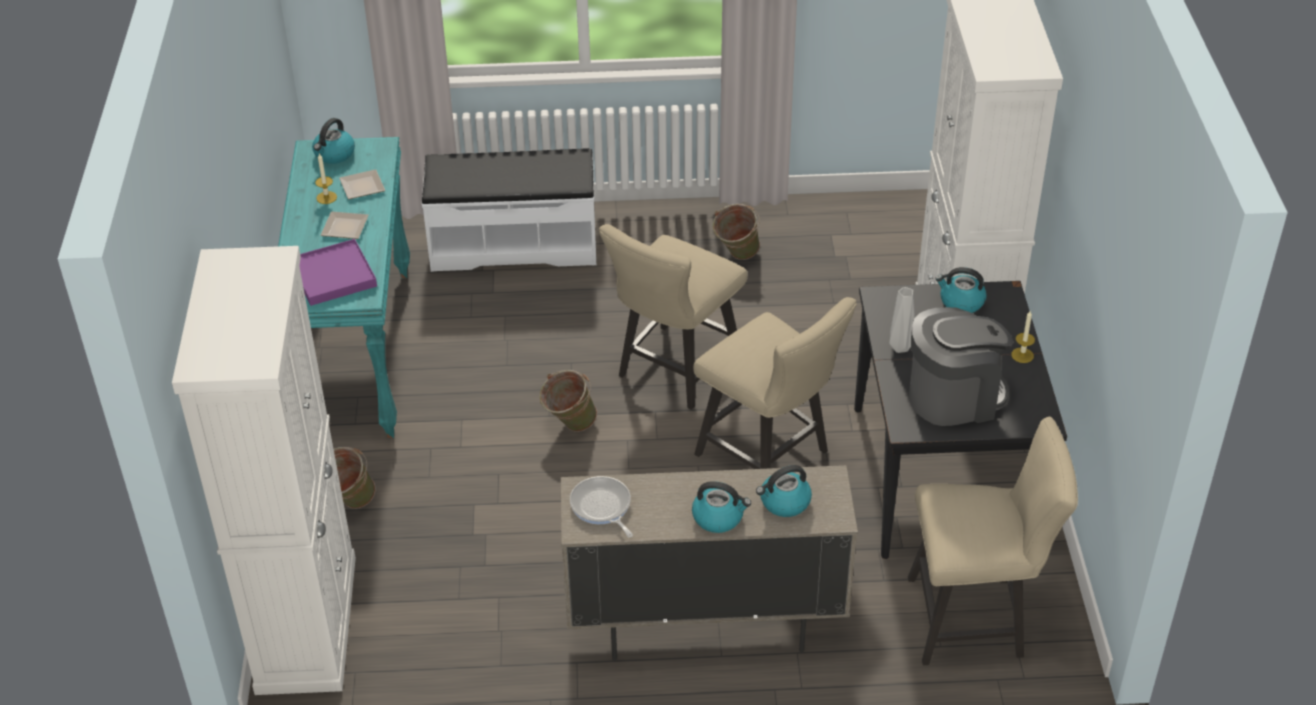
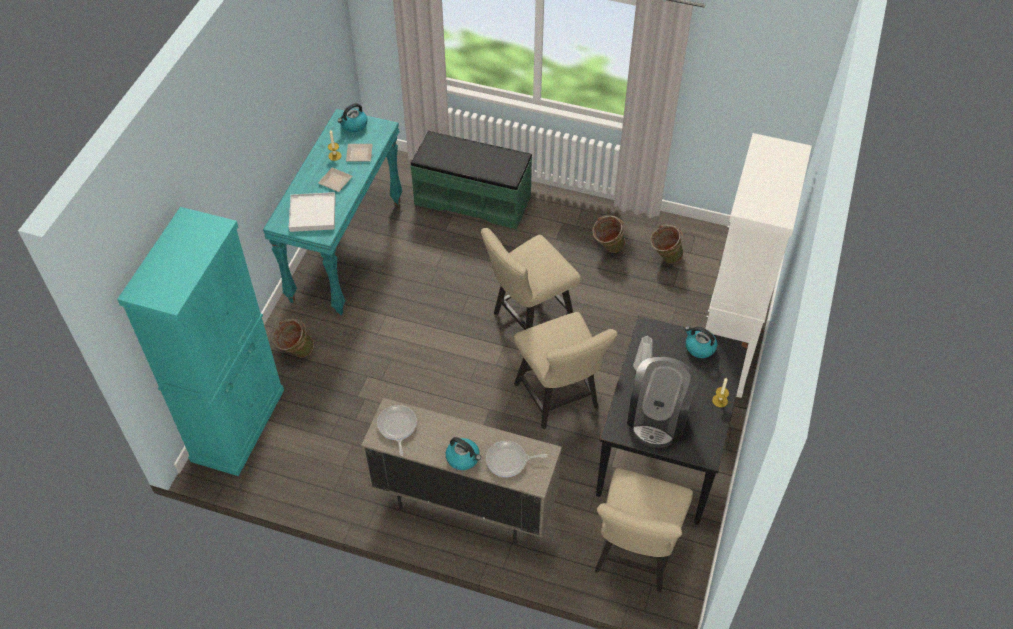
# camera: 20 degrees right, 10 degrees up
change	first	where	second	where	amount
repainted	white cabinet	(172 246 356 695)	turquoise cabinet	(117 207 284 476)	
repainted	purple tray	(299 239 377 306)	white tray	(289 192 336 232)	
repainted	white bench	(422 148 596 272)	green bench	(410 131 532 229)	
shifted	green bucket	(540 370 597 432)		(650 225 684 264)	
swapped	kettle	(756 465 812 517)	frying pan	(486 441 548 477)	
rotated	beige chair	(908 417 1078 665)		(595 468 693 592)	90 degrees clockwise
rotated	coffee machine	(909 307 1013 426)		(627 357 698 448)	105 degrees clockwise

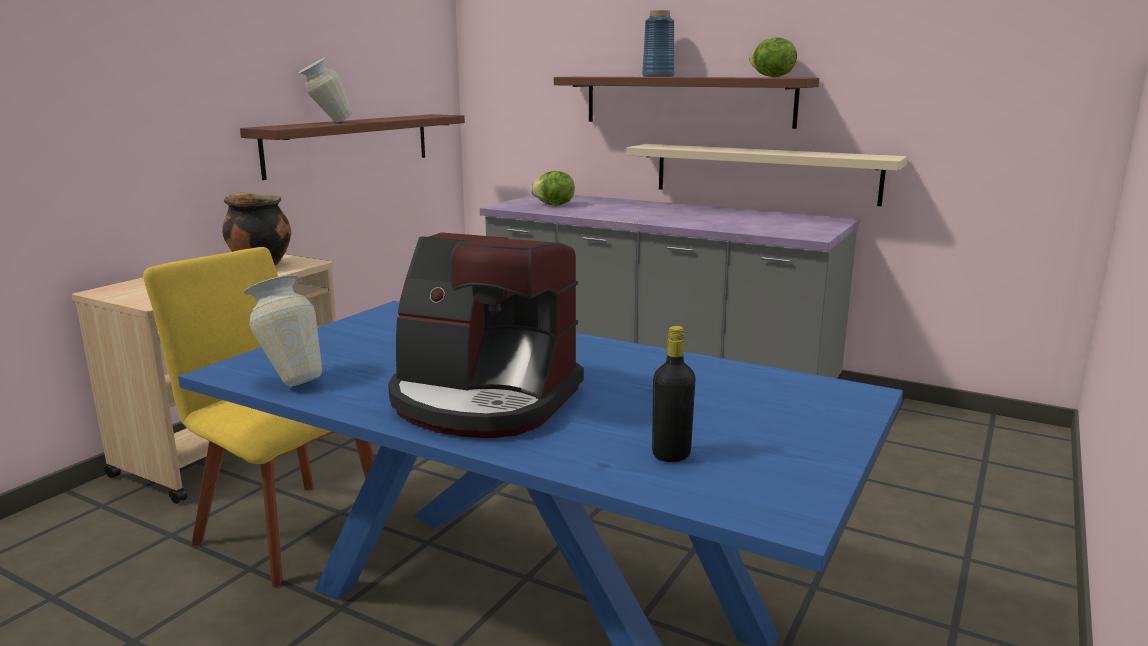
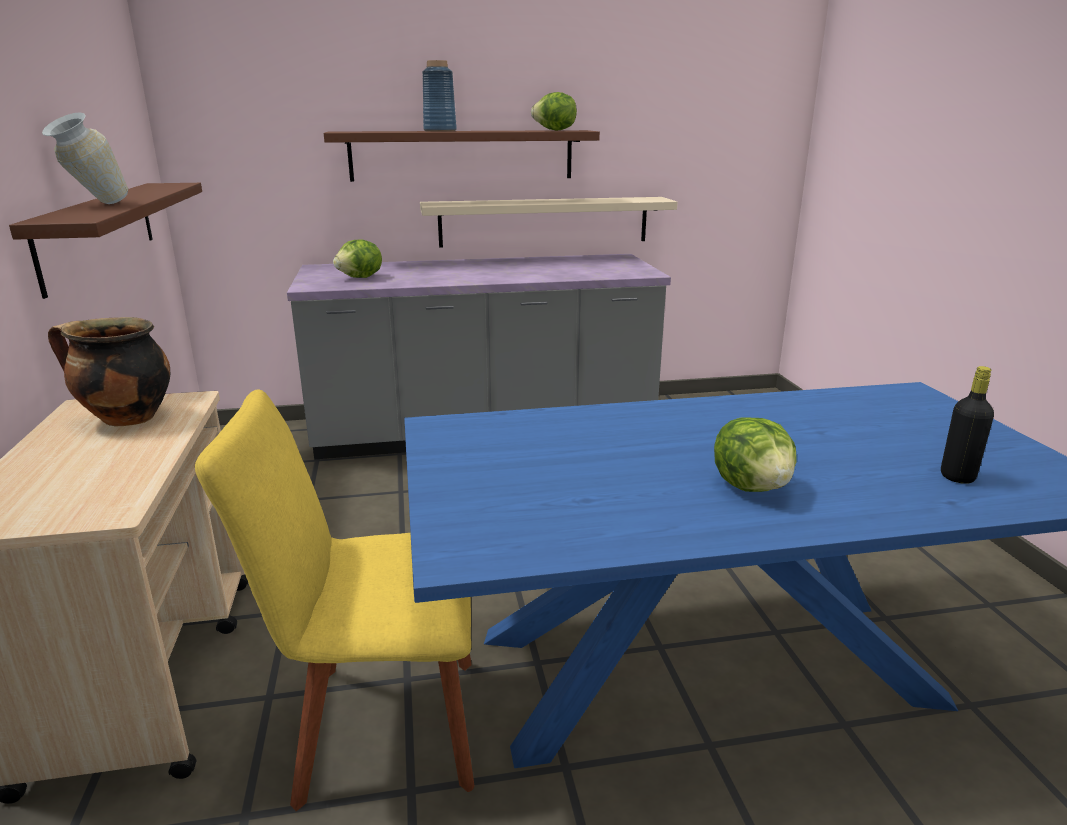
# camera: 40 degrees left, 5 degrees up
change	first	where	second	where	amount
gone	vase	(244 275 322 387)			
swapped	coffee machine	(388 233 584 438)	lettuce	(714 417 797 492)	

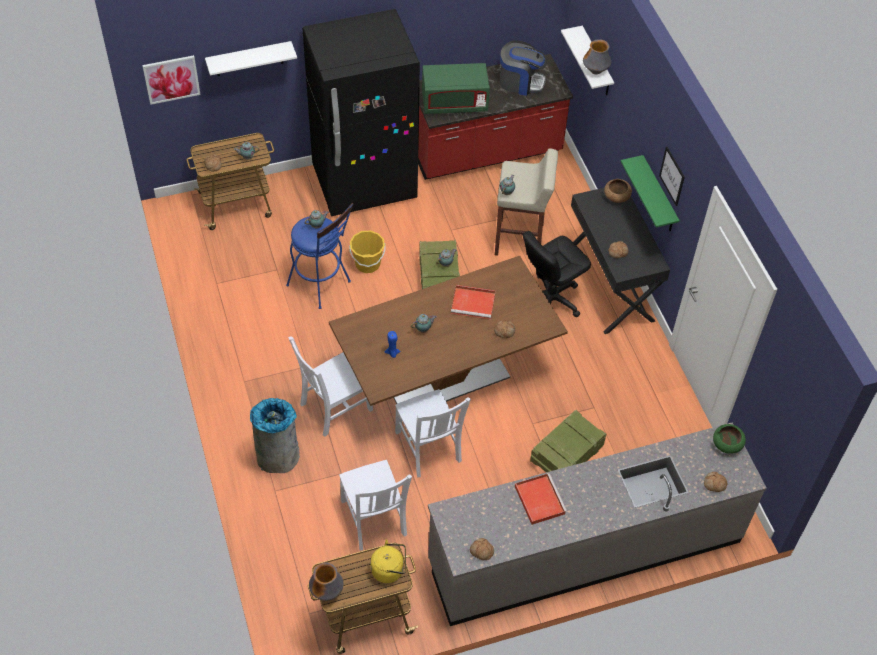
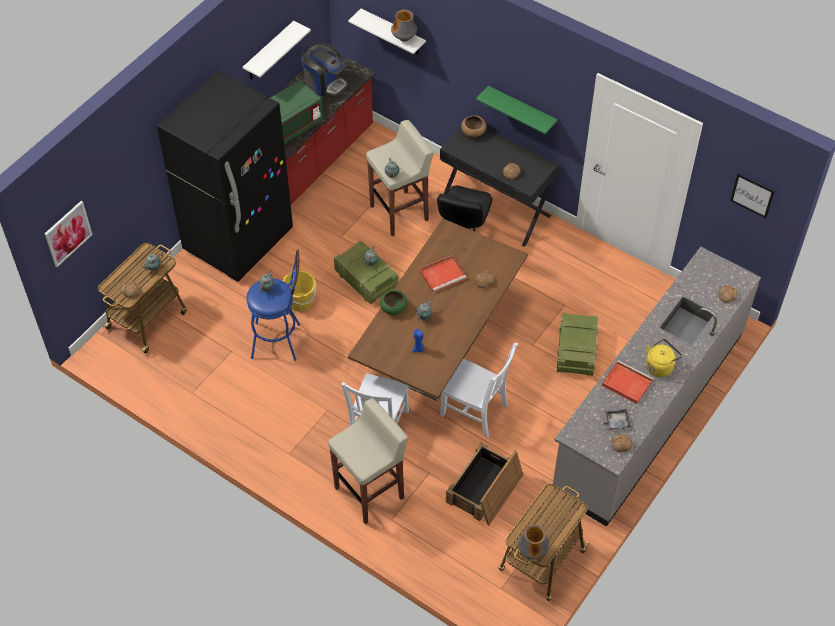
# camera: 35 degrees left, 0 degrees up
change	first	where	second	where	amount
shifted	white shelf	(205 41 297 76)		(243 21 311 80)	
swapped	grey trash can	(250 398 300 473)	beige stool	(328 398 408 524)	
swapped	white chair	(339 460 412 550)	crate	(446 442 523 526)	
shifted	yellow kettle	(370 540 406 583)		(646 339 682 377)	
rotated	coffee machine	(500 40 547 96)		(301 42 348 96)	60 degrees clockwise
shifted	picture	(659 147 685 206)		(730 174 775 218)	
shifted	green bowl	(713 424 746 454)		(380 290 407 315)	
new			grey tray	(601 409 631 429)	

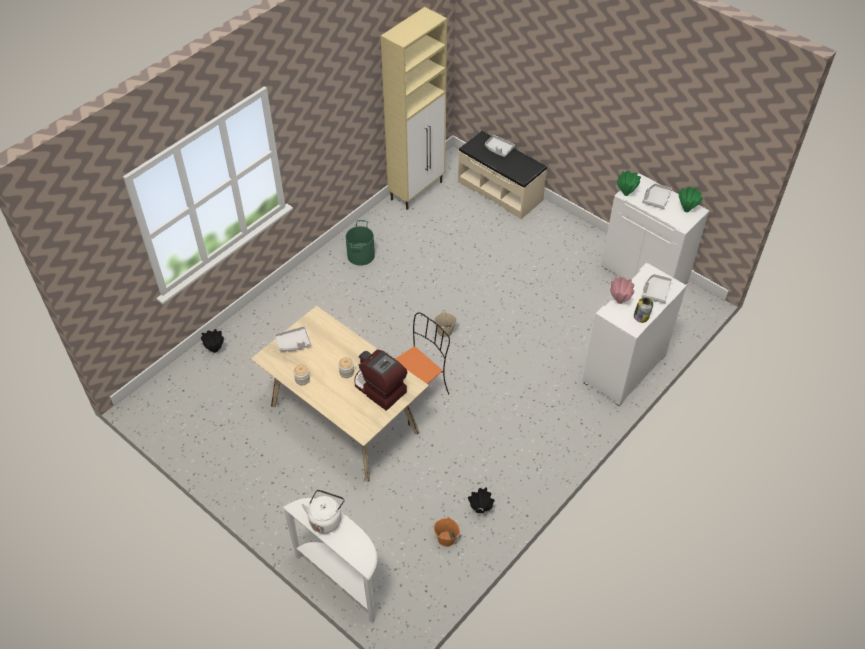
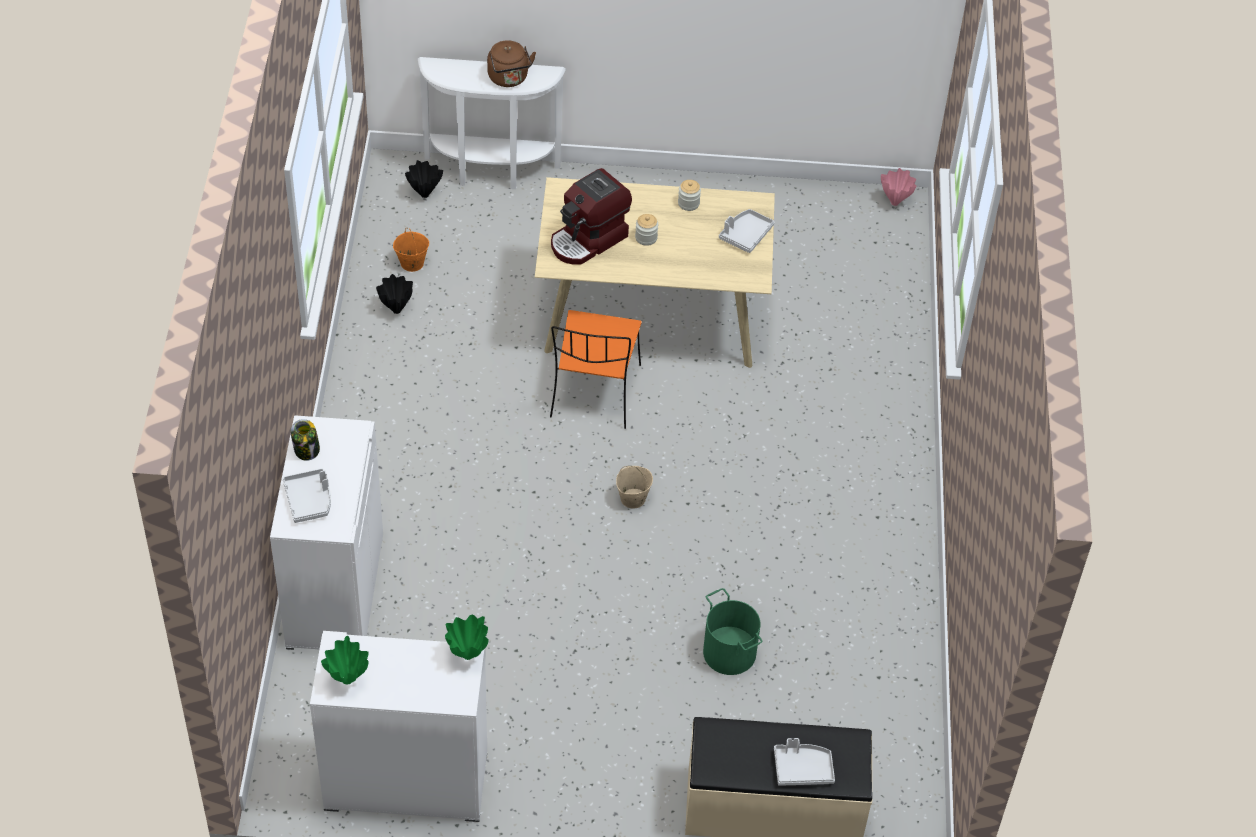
# camera: 140 degrees right, 0 degrees up
change	first	where	second	where	amount
shifted	black vase	(201 329 224 353)		(405 160 443 198)	
repainted	white kettle	(302 490 345 534)	brown kettle	(487 40 536 87)	
shifted	green bucket	(346 220 375 266)		(703 588 763 675)	
rotated	coffee machine	(354 349 407 411)		(551 168 632 265)	135 degrees clockwise
gone	beige cabinet	(381 7 447 210)			
shifted	pink vase	(610 277 634 304)		(881 168 916 206)	
gone	grey tray	(642 183 672 209)			

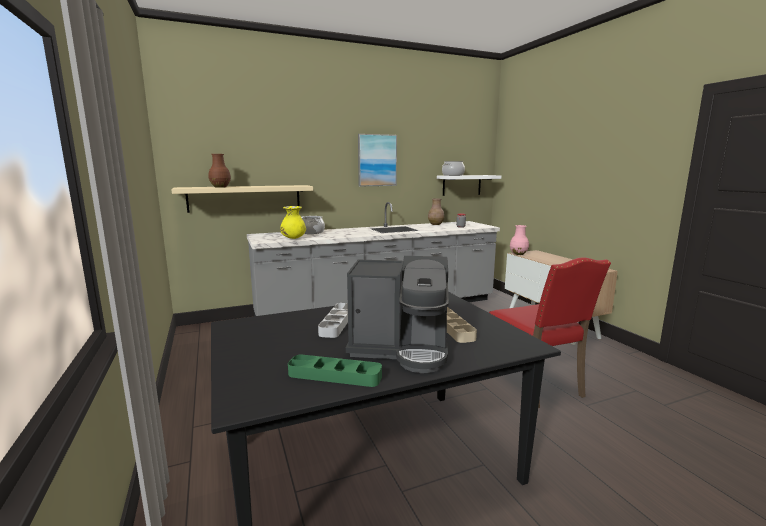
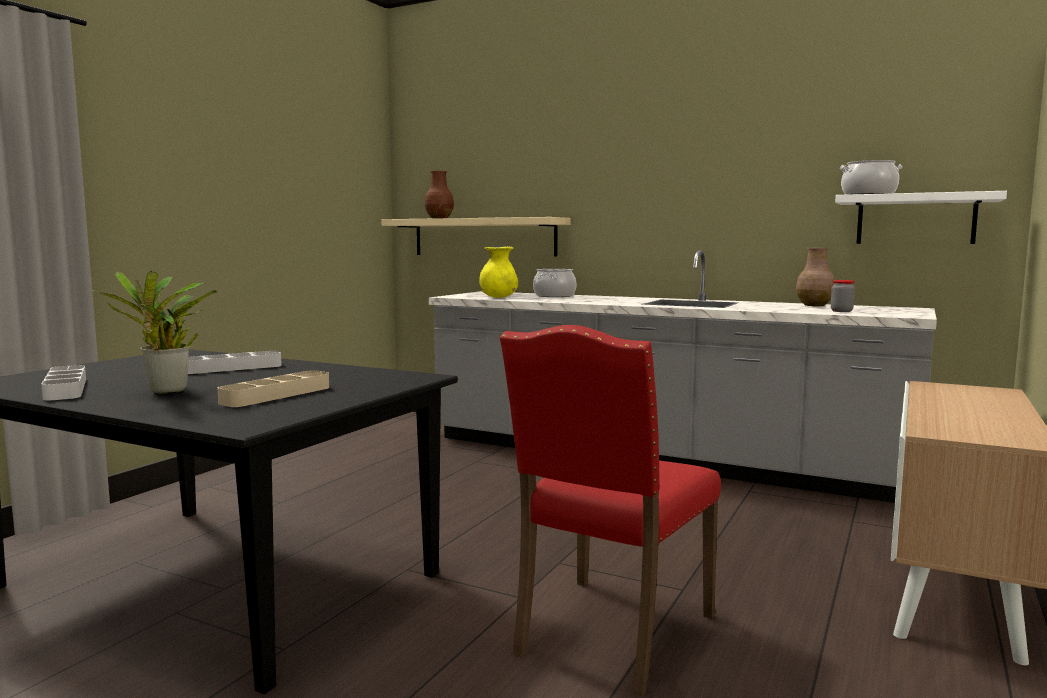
# camera: 50 degrees right, 5 degrees down
change	first	where	second	where	amount
repainted	green tray	(288 354 382 387)	grey tray	(41 365 86 400)	
swapped	coffee machine	(346 256 449 373)	potted plant	(91 271 217 394)	
gone	picture	(358 134 397 186)			
gone	pink vase	(510 225 529 255)			

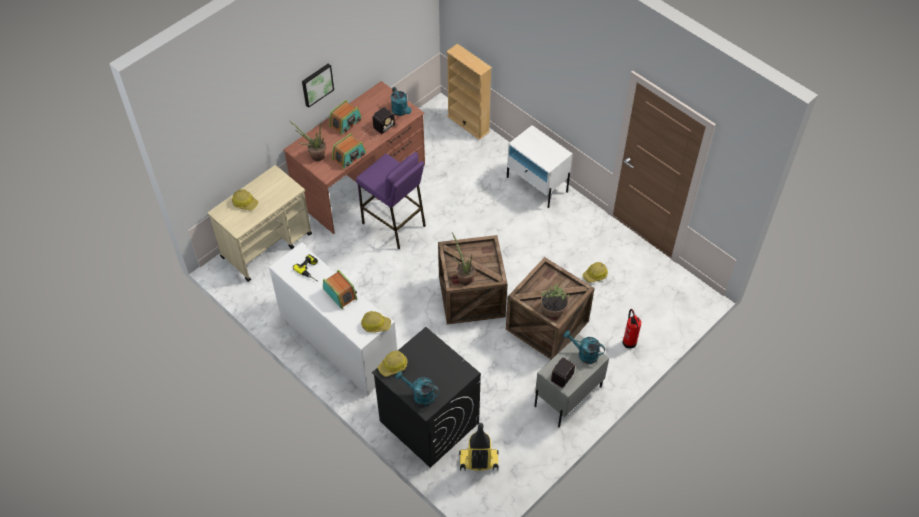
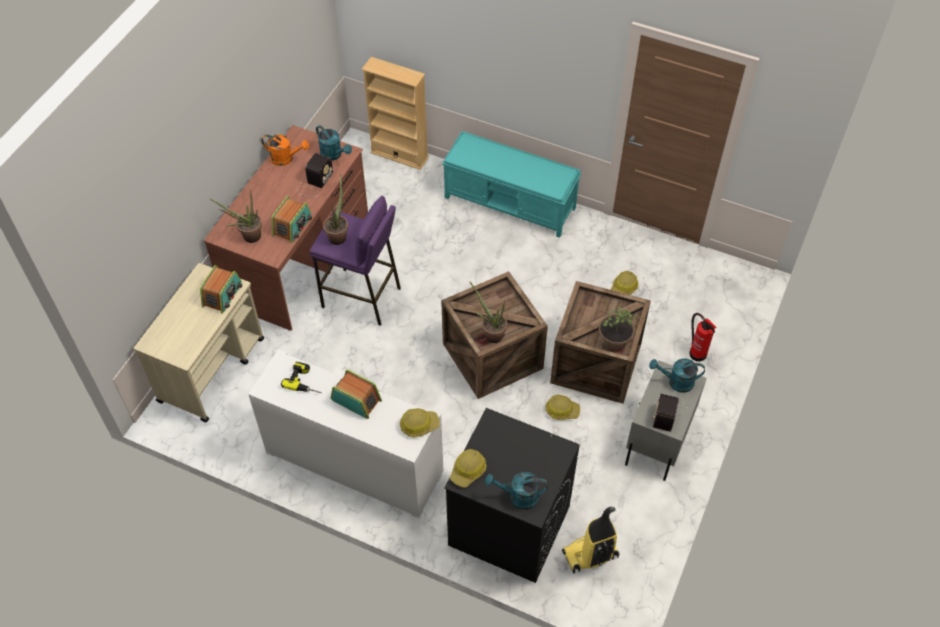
# camera: 20 degrees left, 0 degrees up
change	first	where	second	where	amount
shifted	hard hat	(232 189 259 211)		(545 395 580 420)	
gone	picture	(302 64 334 108)			
shifted	radio	(329 100 362 135)		(200 265 242 314)	
swapped	white nightstand	(507 125 573 208)	turquoise bench	(442 131 581 238)	
new			orange watering can	(262 135 309 166)	
new			potted plant	(323 173 348 245)	

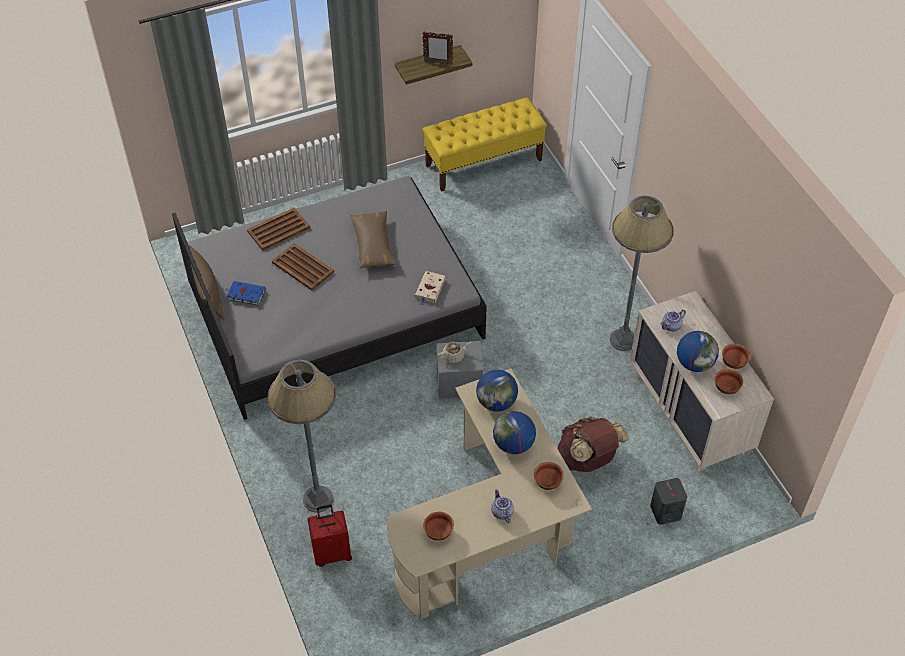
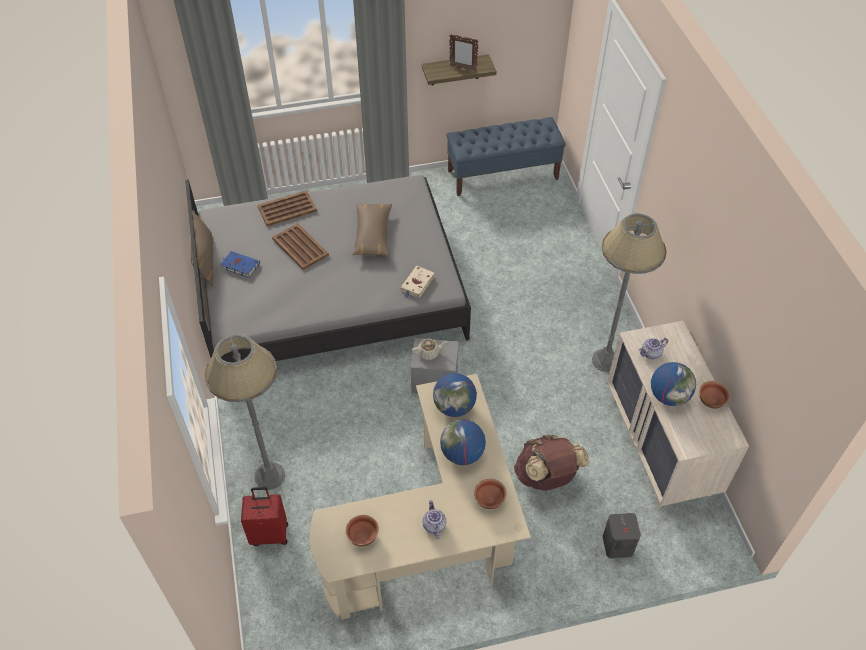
# camera: 10 degrees right, 0 degrees up
change	first	where	second	where	amount
repainted	yellow bench	(423 97 547 192)	blue bench	(446 117 566 196)	
gone	bowl	(715 369 743 395)			

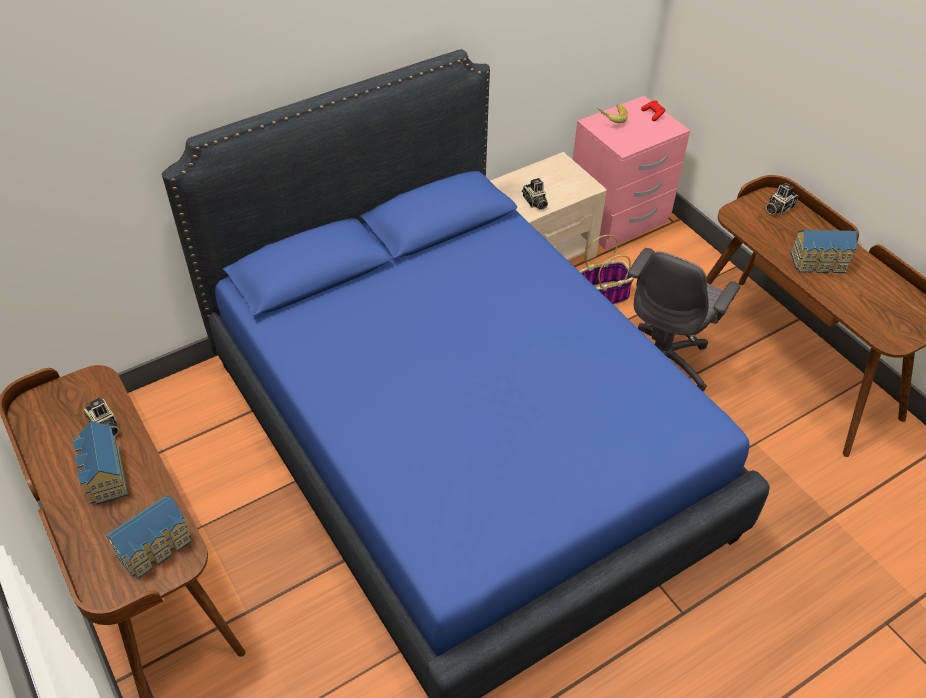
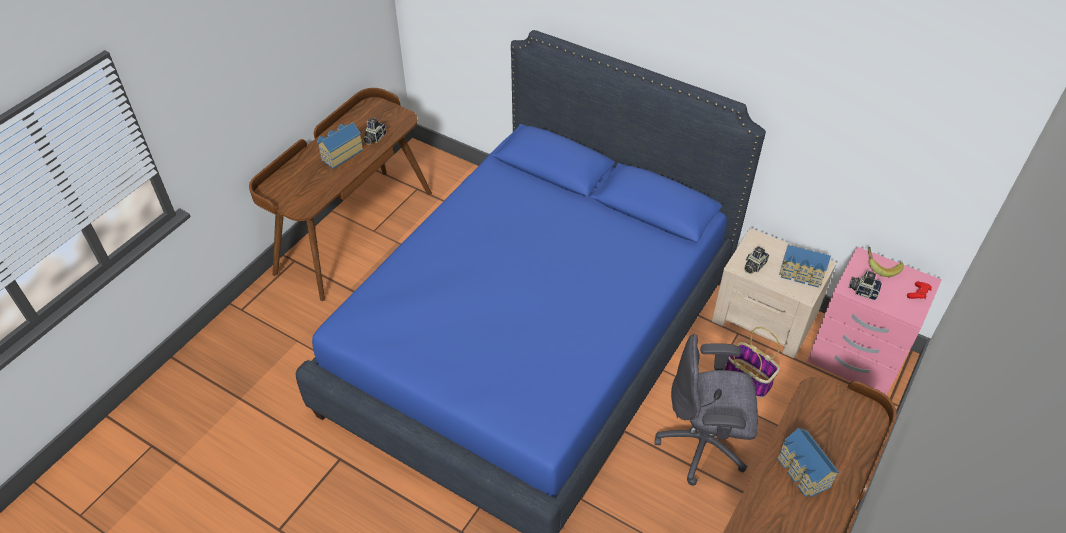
# camera: 65 degrees right, 0 degrees up
change	first	where	second	where	amount
shifted	toy house	(106 496 192 578)		(779 245 831 288)	
shifted	photo camera	(766 183 798 215)		(848 270 882 300)	

